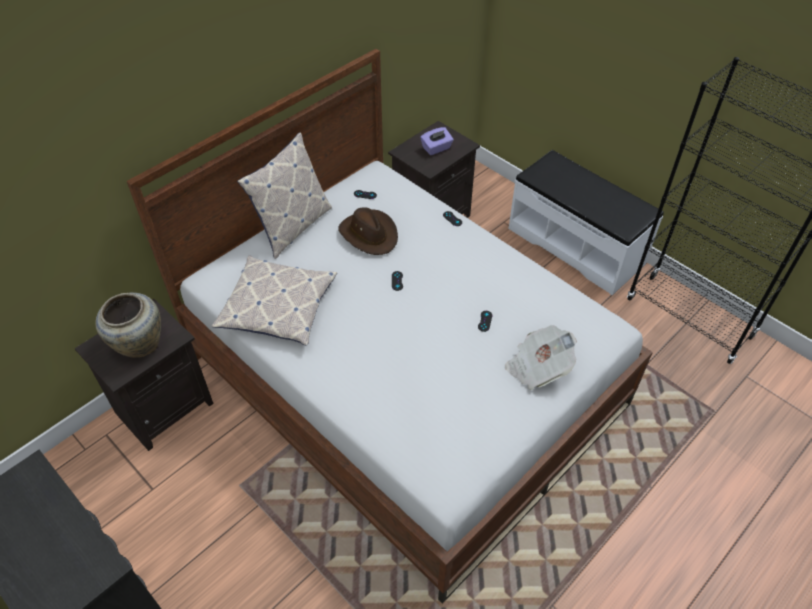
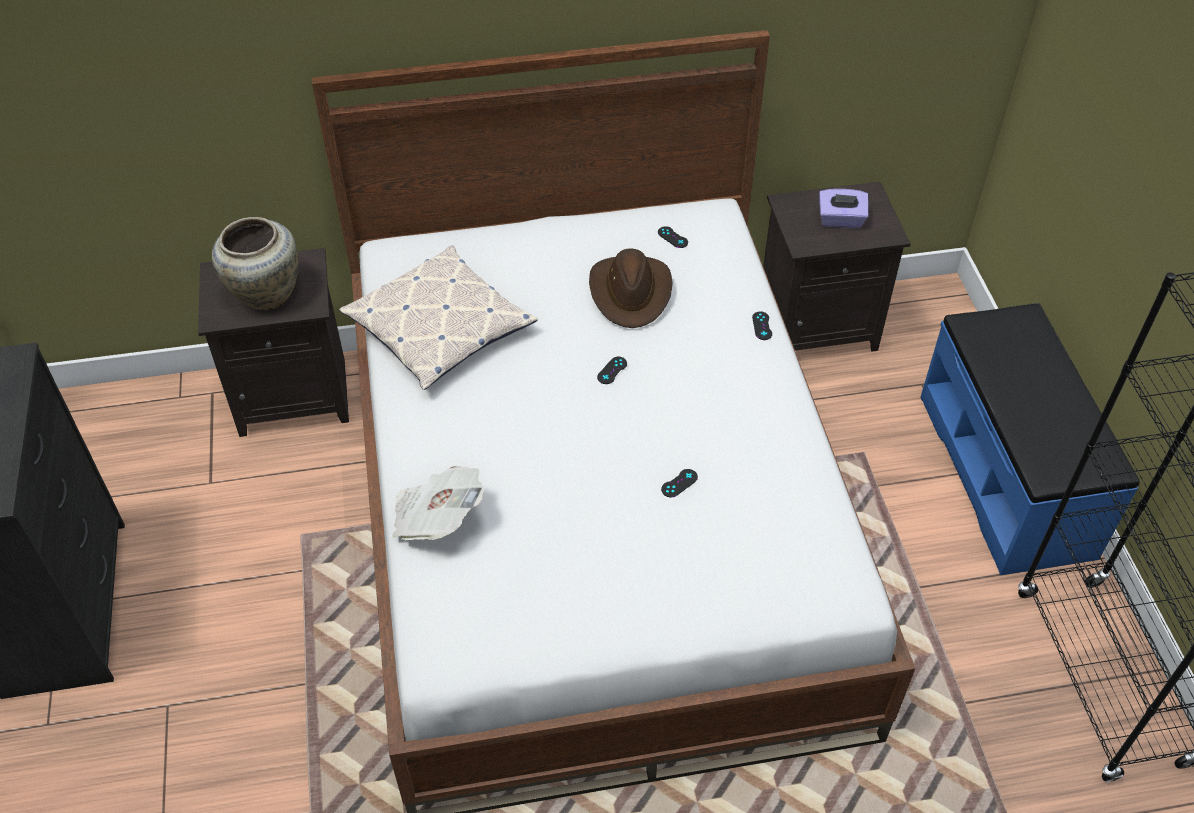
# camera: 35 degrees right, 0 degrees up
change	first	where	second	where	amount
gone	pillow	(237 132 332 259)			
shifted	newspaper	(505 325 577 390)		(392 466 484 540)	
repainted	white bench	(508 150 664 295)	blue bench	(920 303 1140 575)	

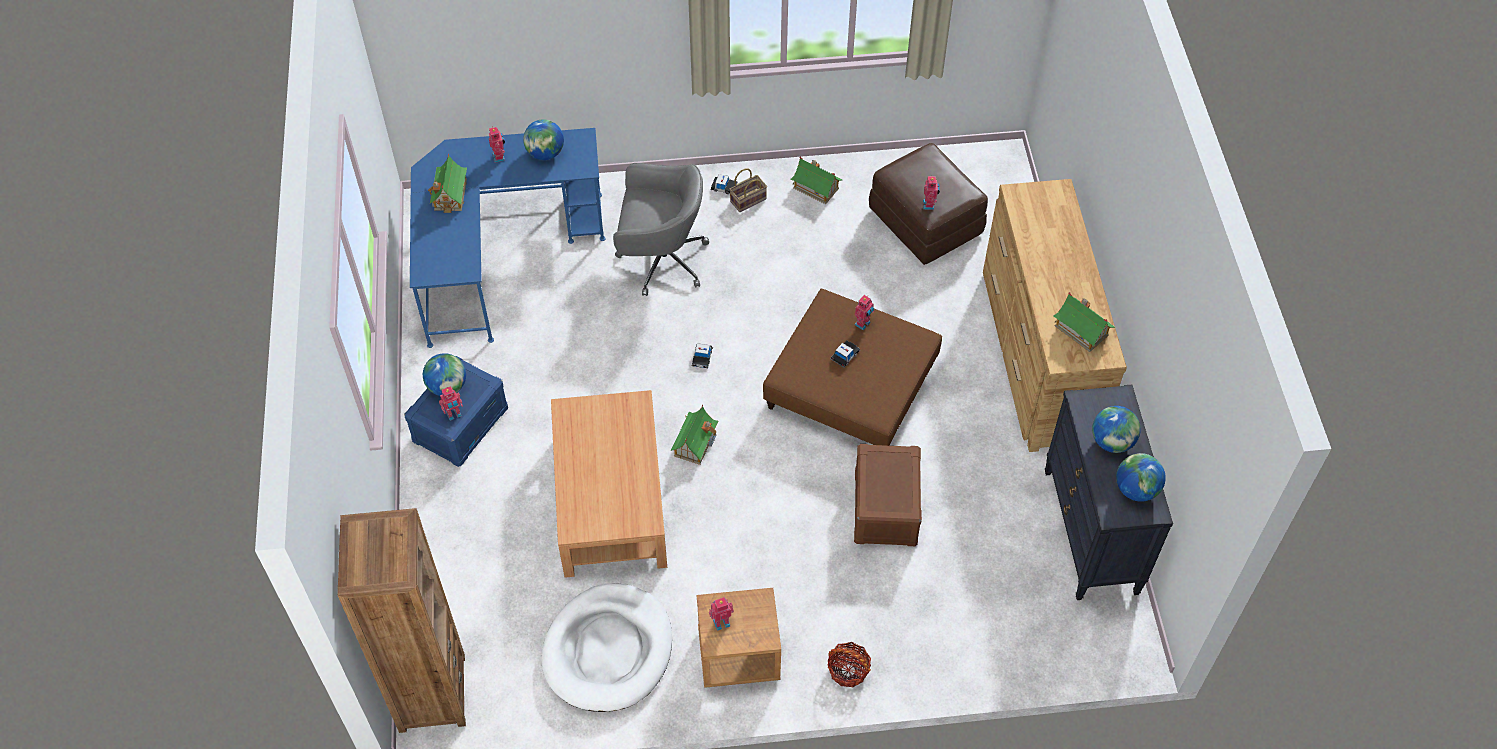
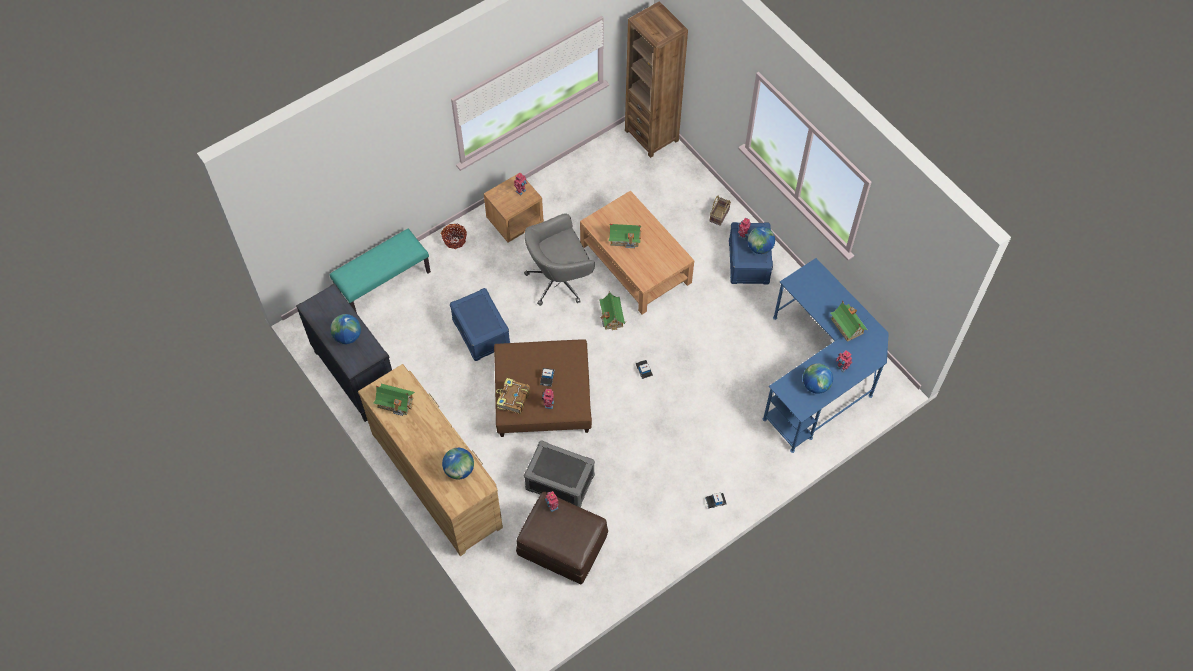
# camera: 150 degrees right, 5 degrees up
change	first	where	second	where	amount
gone	white dog bed	(542 583 672 712)			
shifted	grey office chair	(613 163 709 296)		(524 213 595 306)	
shifted	basket	(730 168 767 212)		(710 196 731 226)	
shifted	toy house	(791 156 842 204)		(608 224 641 248)	
repainted	brown storage box	(854 444 922 546)	blue storage box	(450 288 510 361)	
shifted	globe	(1116 453 1166 502)		(442 448 474 479)	
new			turquoise bench	(330 229 431 313)	
new			book	(496 378 530 414)	
new			grey storage box	(524 440 595 507)	

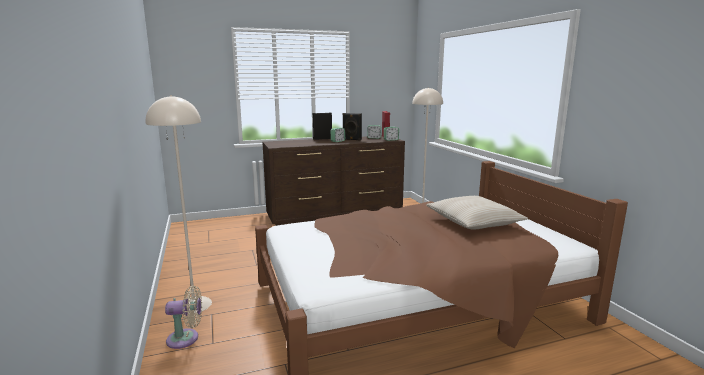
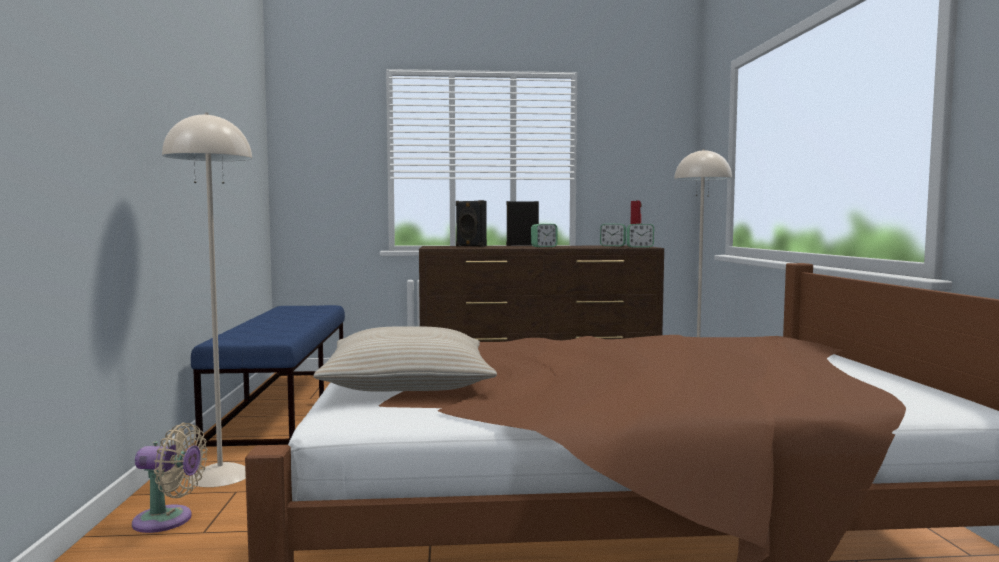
# camera: 15 degrees right, 10 degrees down
change	first	where	second	where	amount
shifted	black speaker	(342 113 362 141)		(456 200 487 247)	
shifted	beige pillow	(426 196 528 229)		(314 326 497 392)	
new			blue bench	(191 305 345 447)	

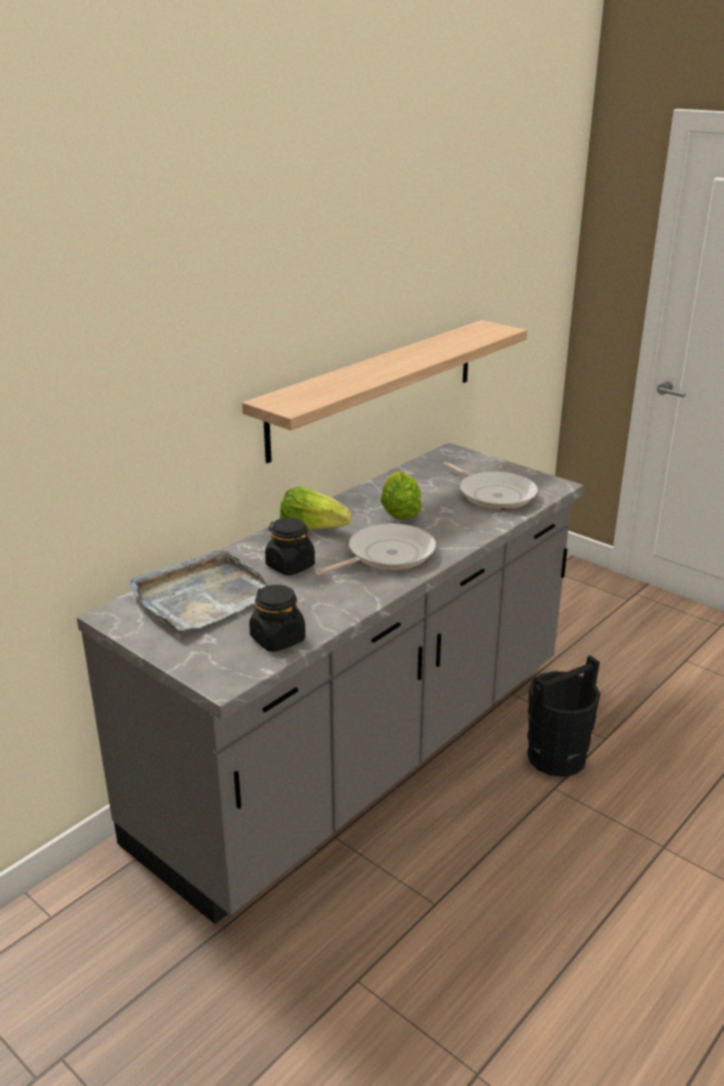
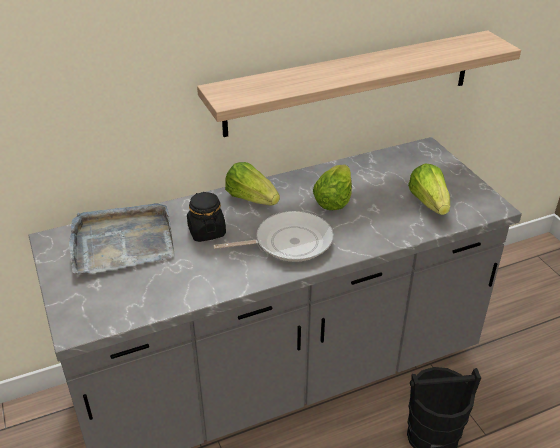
# camera: 25 degrees right, 10 degrees up
change	first	where	second	where	amount
gone	black jar	(249 585 306 652)			
swapped	frying pan	(444 462 538 509)	lettuce	(408 163 450 215)	

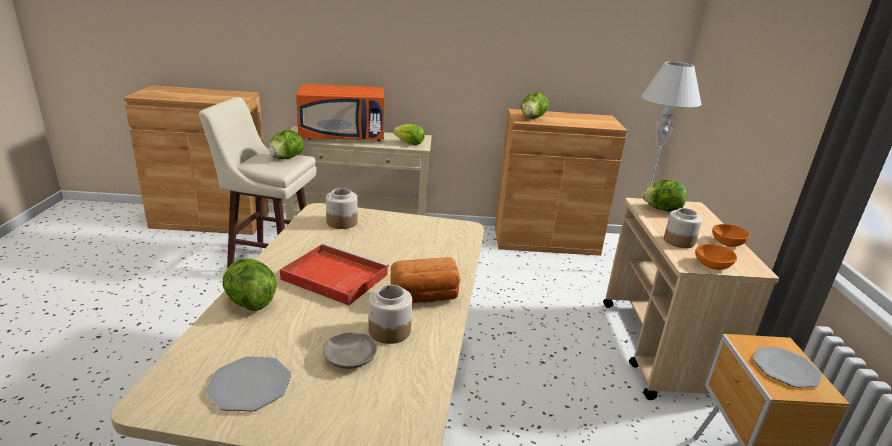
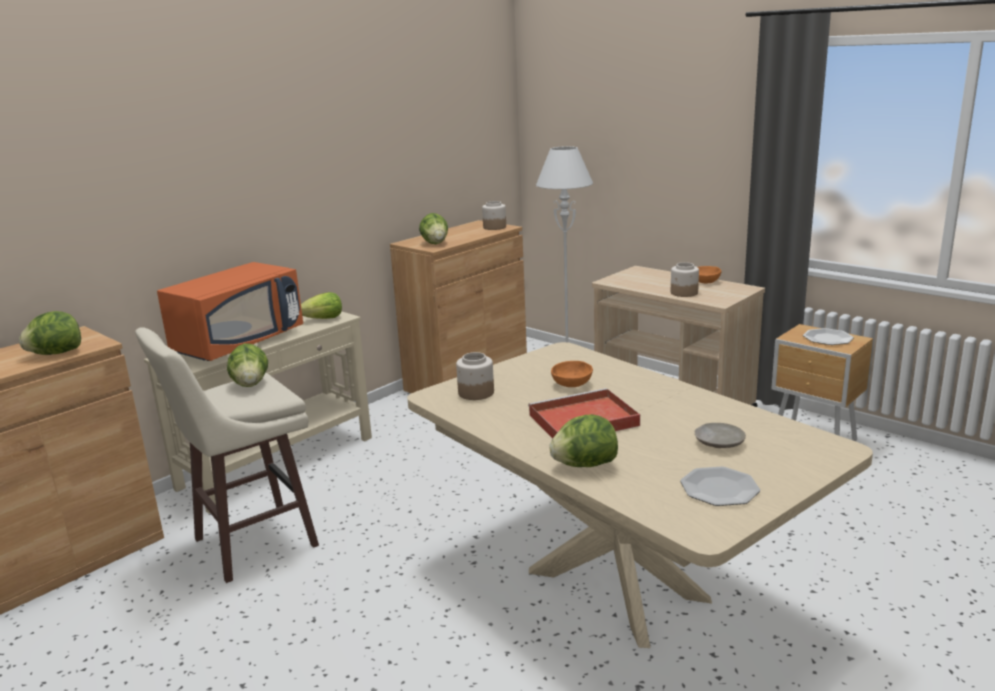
# camera: 45 degrees left, 5 degrees down
change	first	where	second	where	amount
shifted	jar	(368 285 412 344)		(482 201 506 230)	
gone	bread	(390 257 460 303)			
shifted	lettuce	(642 179 687 211)		(19 311 81 355)	
shifted	orange bowl	(695 244 737 270)		(551 361 593 387)	

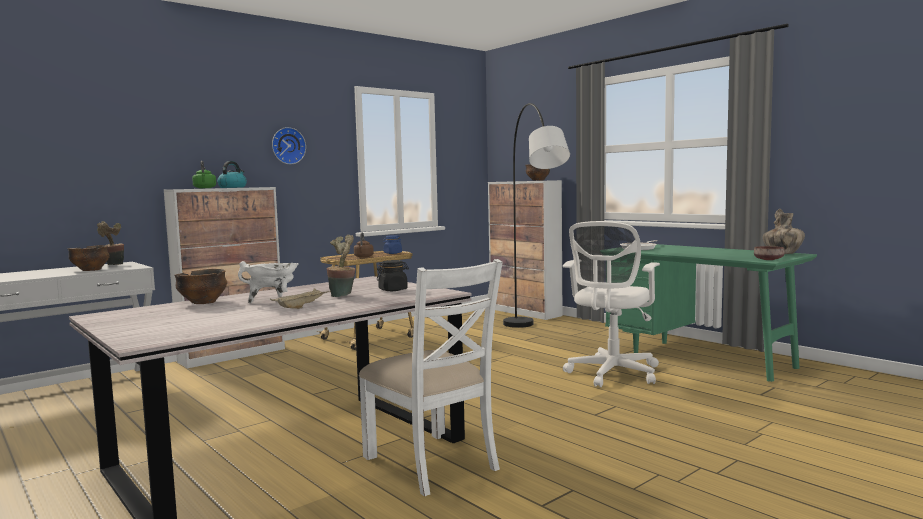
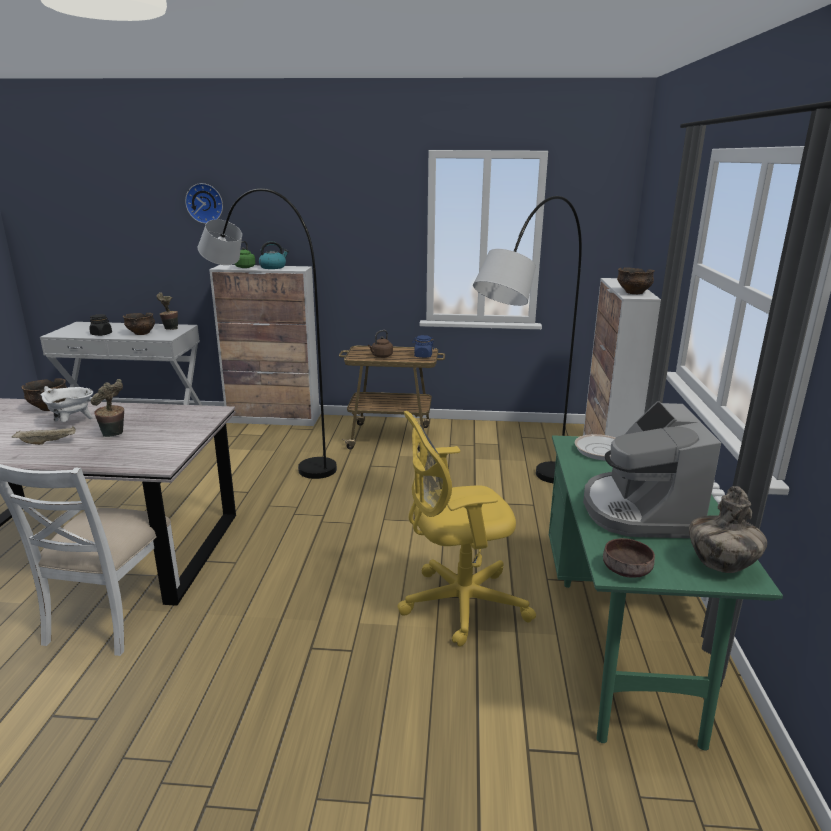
# camera: 45 degrees right, 15 degrees up
change	first	where	second	where	amount
shifted	wall clock	(272 127 306 164)		(185 183 223 224)	
shifted	black jar	(377 260 409 291)		(89 314 112 336)	
repainted	white office chair	(563 221 660 387)	yellow office chair	(397 411 536 647)	
new			grey floor lamp	(198 188 337 479)	
new			coffee machine	(583 402 721 538)	

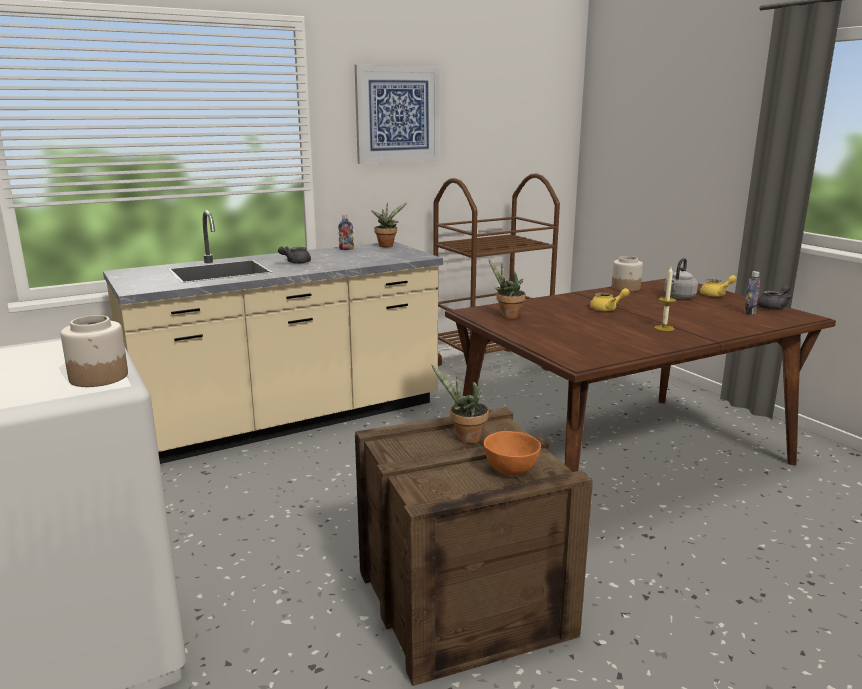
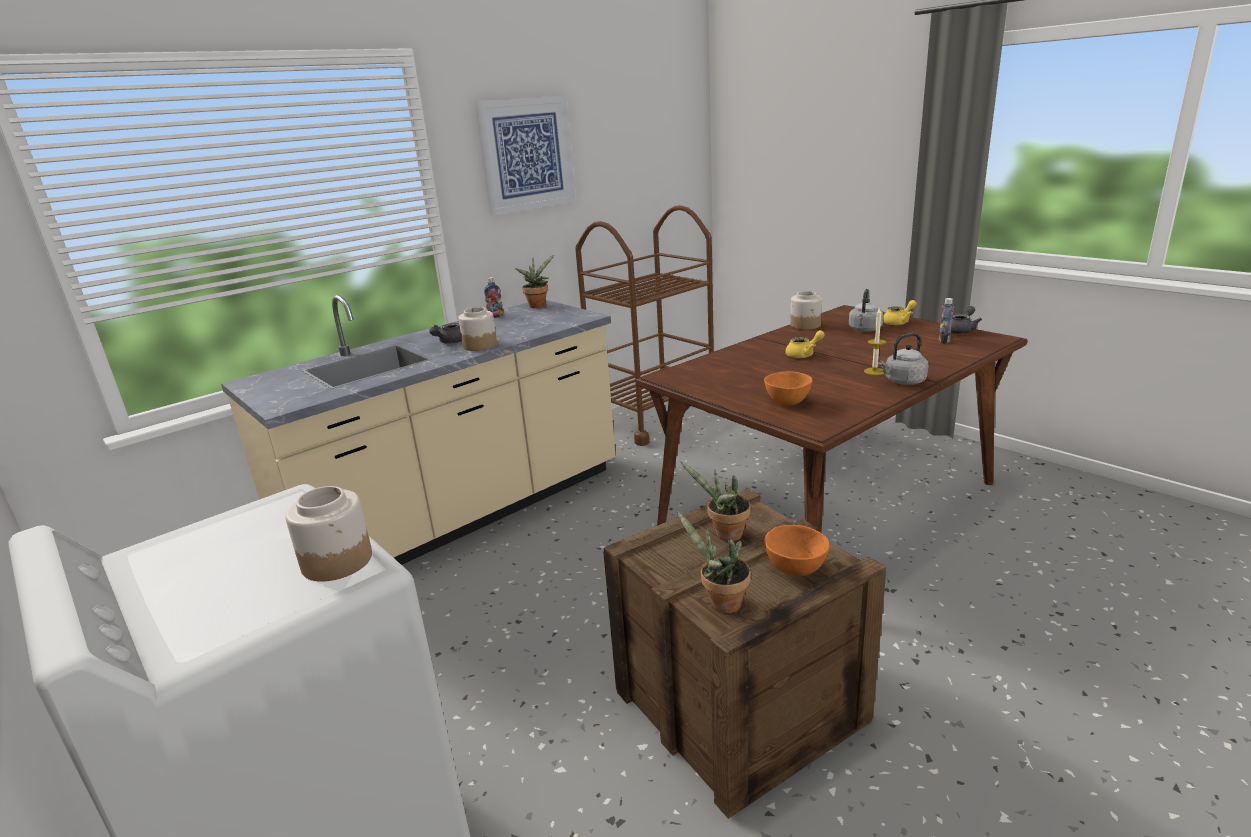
# camera: 10 degrees left, 5 degrees up
change	first	where	second	where	amount
shifted	potted plant	(489 259 526 319)		(677 511 751 613)	
new			jar	(458 307 497 351)	
new			orange bowl	(764 371 813 406)	
new			grey kettle	(878 333 929 385)	

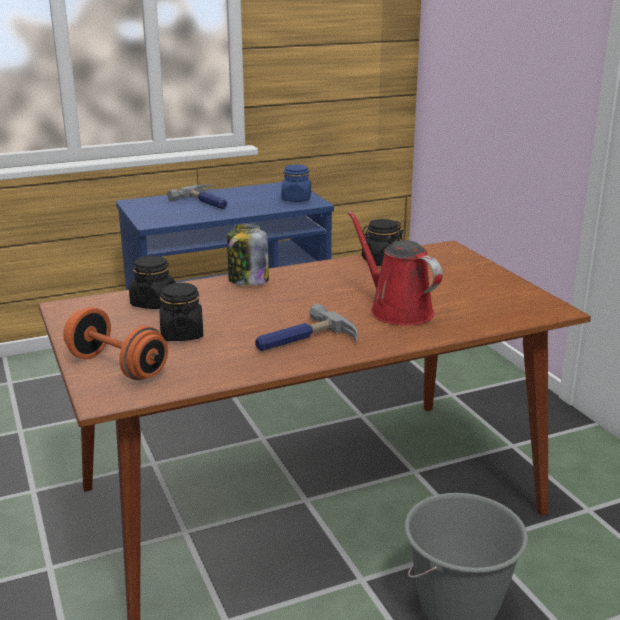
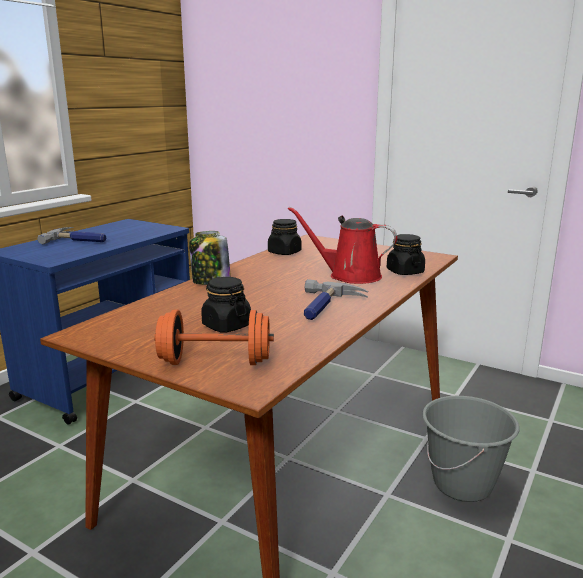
# camera: 35 degrees left, 5 degrees down
change	first	where	second	where	amount
shifted	black jar	(129 256 176 309)		(387 234 425 275)	
gone	blue jar	(281 165 311 202)			

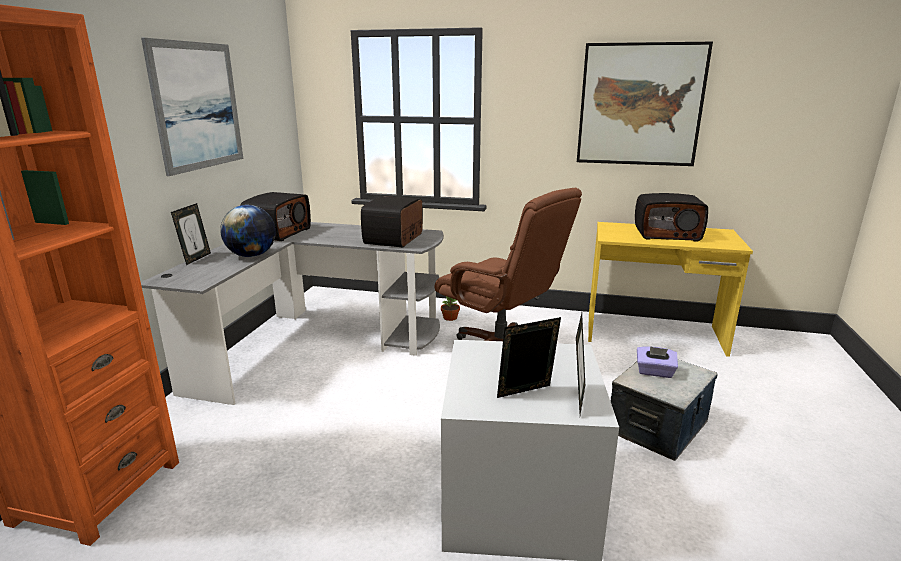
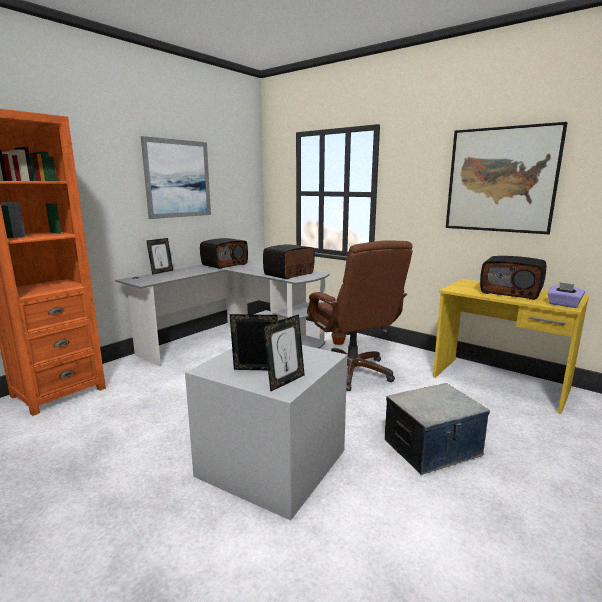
# camera: 25 degrees right, 5 degrees down
change	first	where	second	where	amount
gone	globe	(220 205 276 257)			
shifted	purple tissue box	(637 346 678 378)		(547 282 585 308)	

